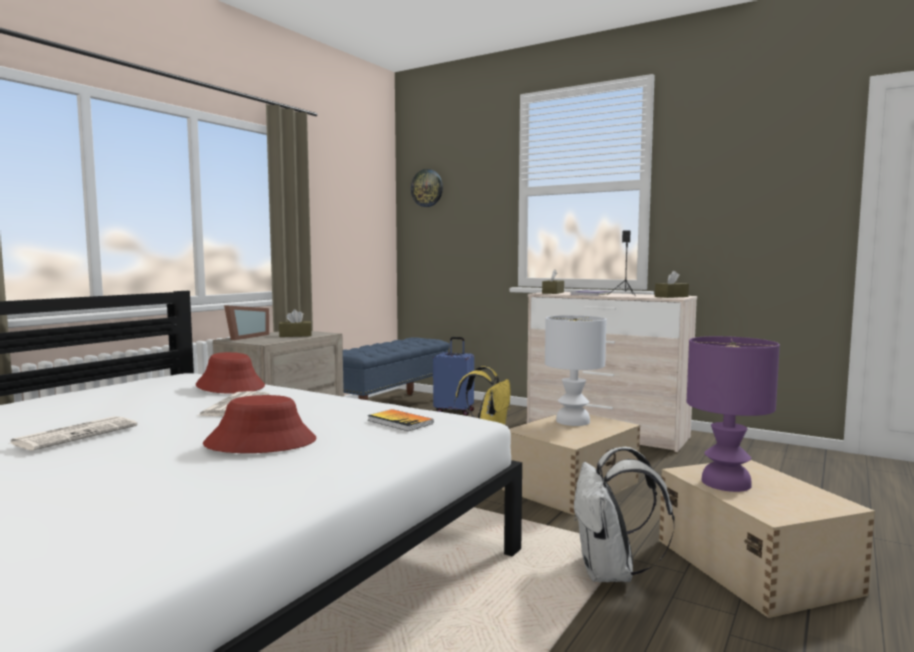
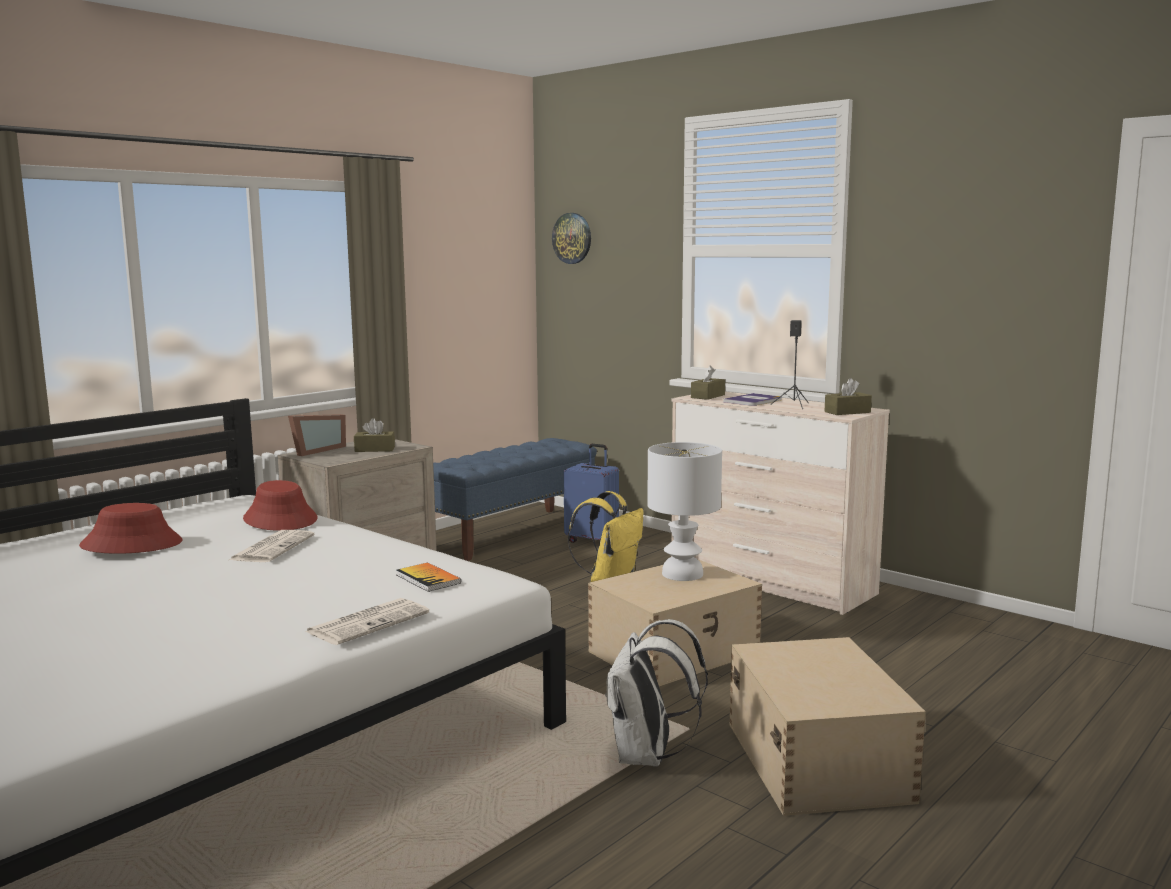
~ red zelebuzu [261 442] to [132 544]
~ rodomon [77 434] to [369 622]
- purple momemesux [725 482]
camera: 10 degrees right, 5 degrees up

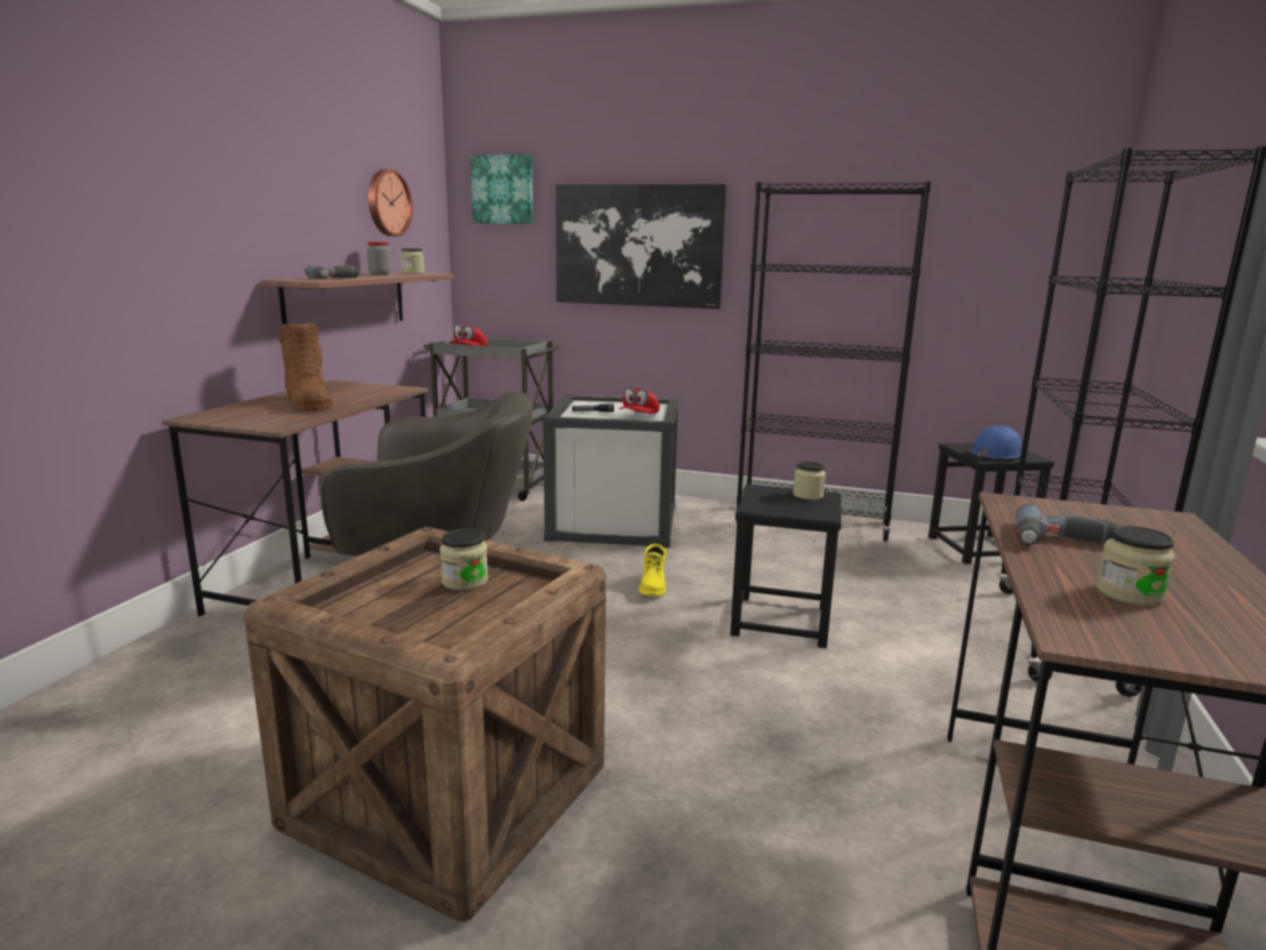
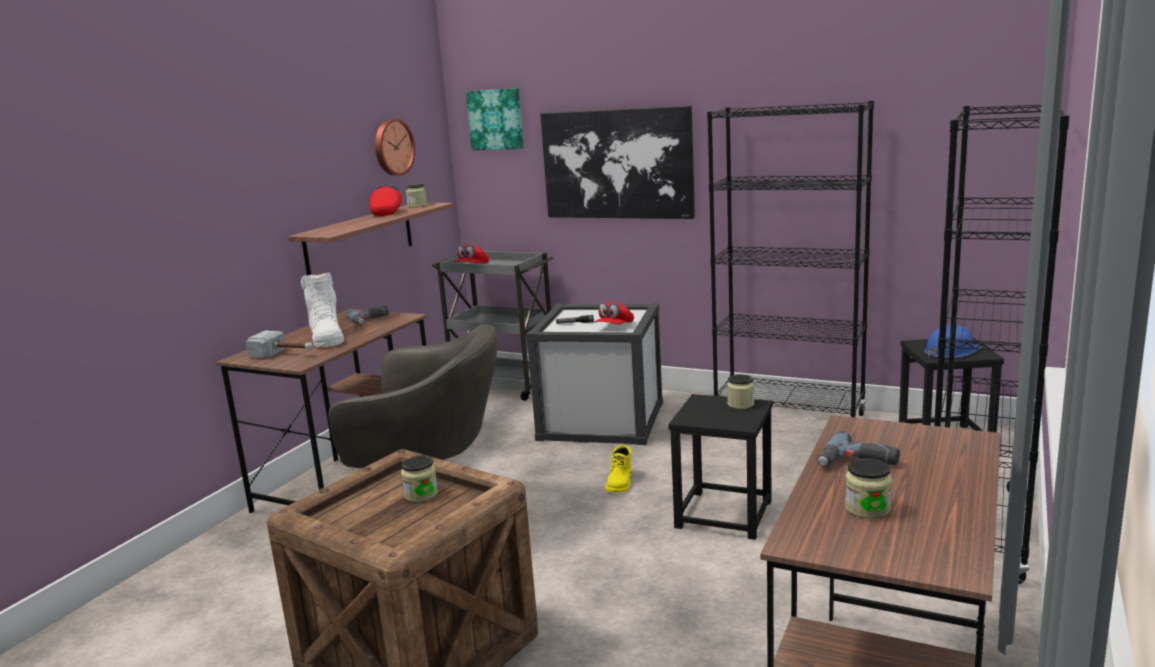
+ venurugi [284 354]
~ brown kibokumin [308 403] to white kibokumin [326 337]
~ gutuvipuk [336 278] to [371 320]
~ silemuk [380 274] to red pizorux [387 212]
camera: 10 degrees right, 0 degrees up

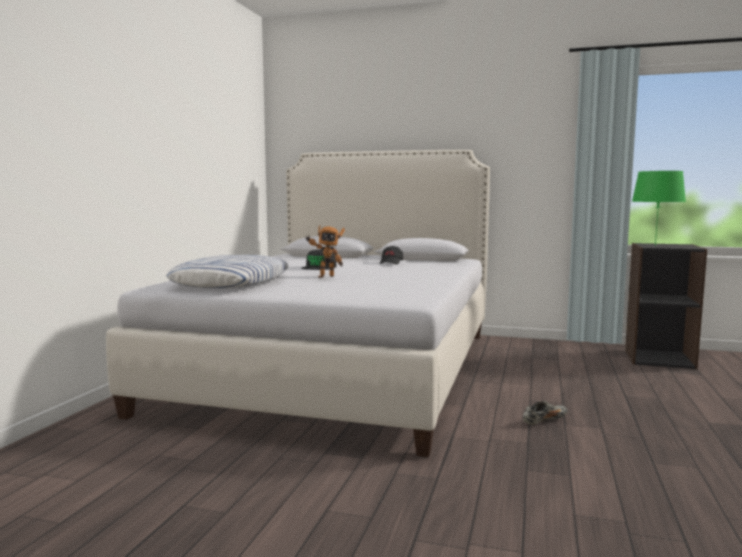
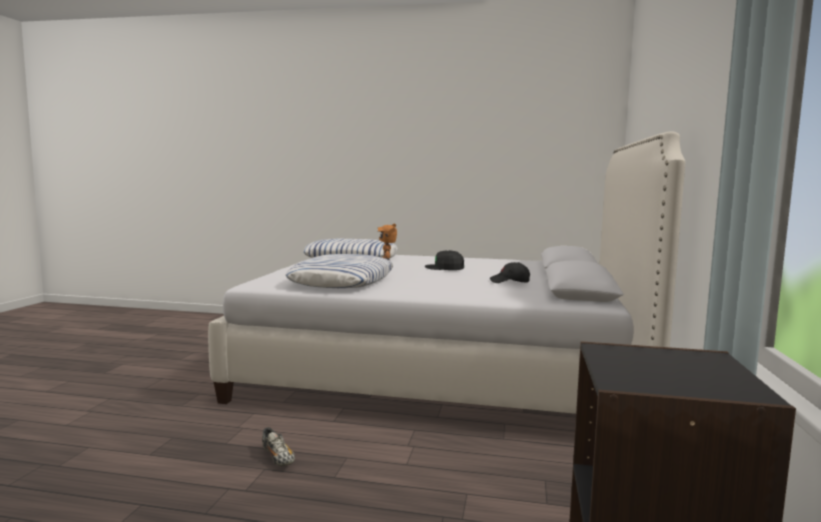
+ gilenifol [342 281]
- green momemesux [655 245]
camera: 85 degrees right, 0 degrees up

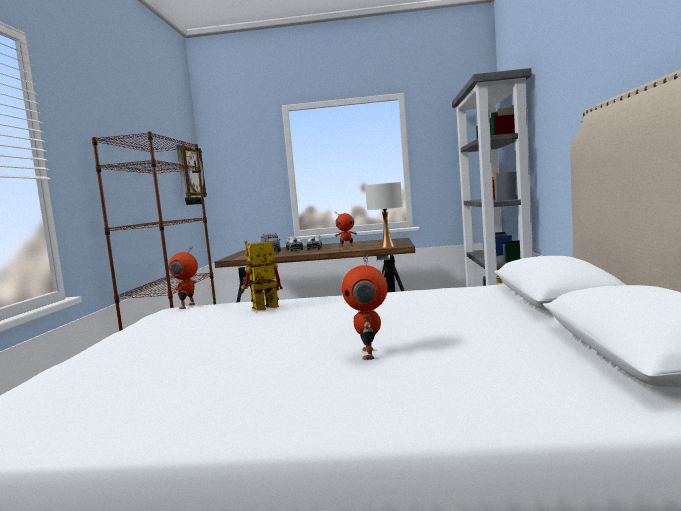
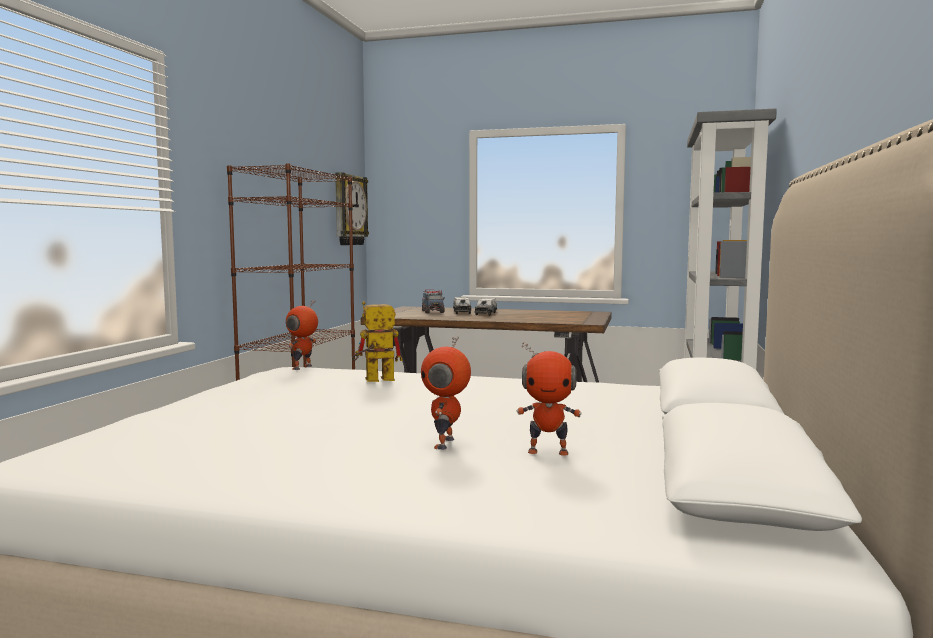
~ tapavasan [347 248] to [548 451]
- white momemesux [387 246]
camera: 10 degrees right, 0 degrees up

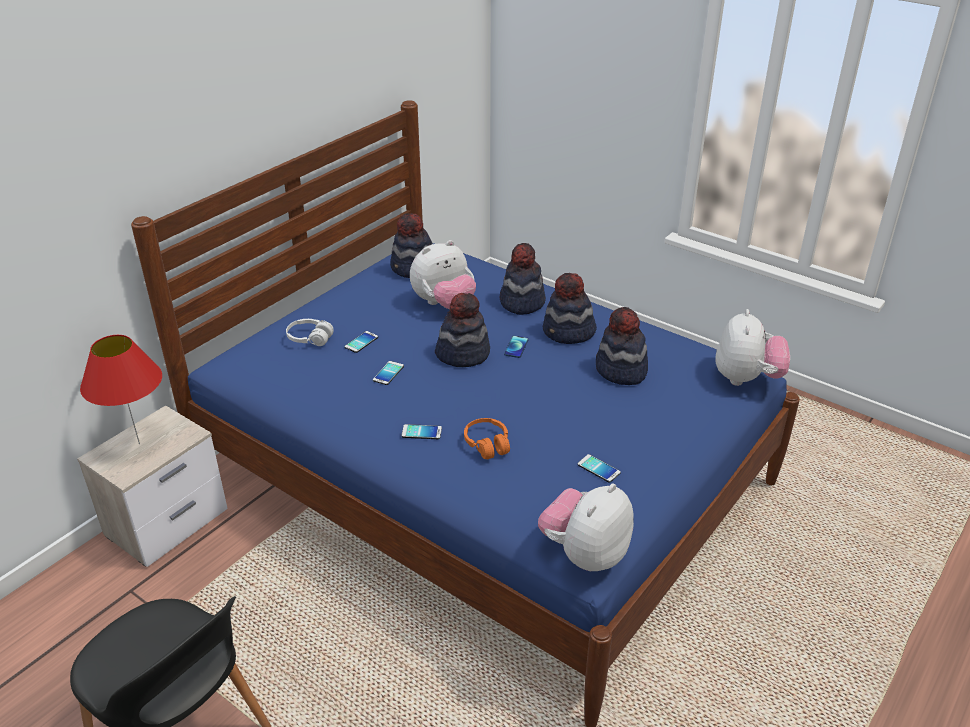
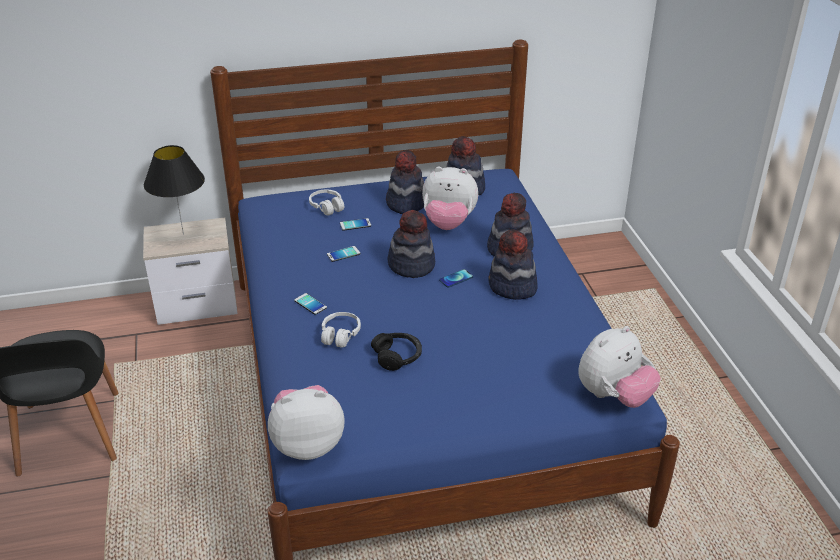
~ red momemesux [139 444] to black momemesux [183 234]
~ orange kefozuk [487 444] to white kefozuk [340 335]
+ black kefozuk [397 356]
~ zelebuzu [620 370] to [406 203]
- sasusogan [598 469]
camera: 40 degrees right, 0 degrees up

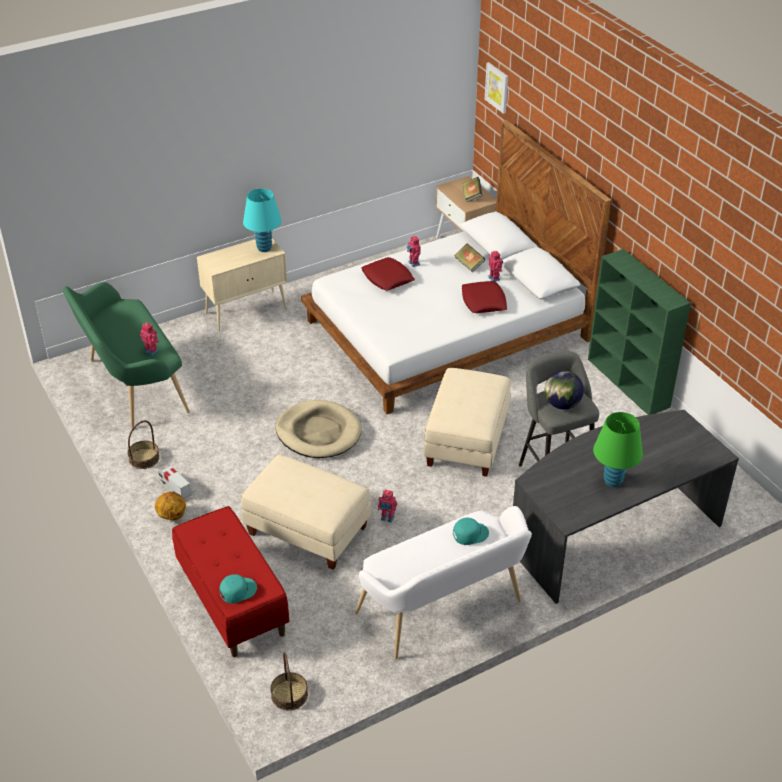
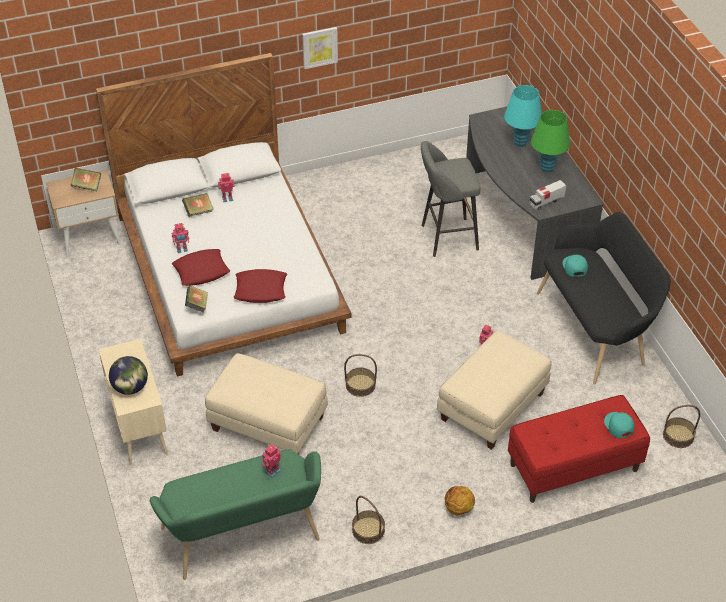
~ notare [562 404] to [130 388]
+ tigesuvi [197 305]
~ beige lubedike [466 440] to [267 424]
~ red gilenifol [483 301] to [260 290]
~ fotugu [497 87] to [319 47]
~ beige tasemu [318 432] to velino [360 385]
~ turquoise momemesux [264 248] to [520 142]
~ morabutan [175 487] to [546 201]
~ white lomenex [444 611] to black lomenex [596 329]
- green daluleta [629 383]
camera: 80 degrees left, 5 degrees up

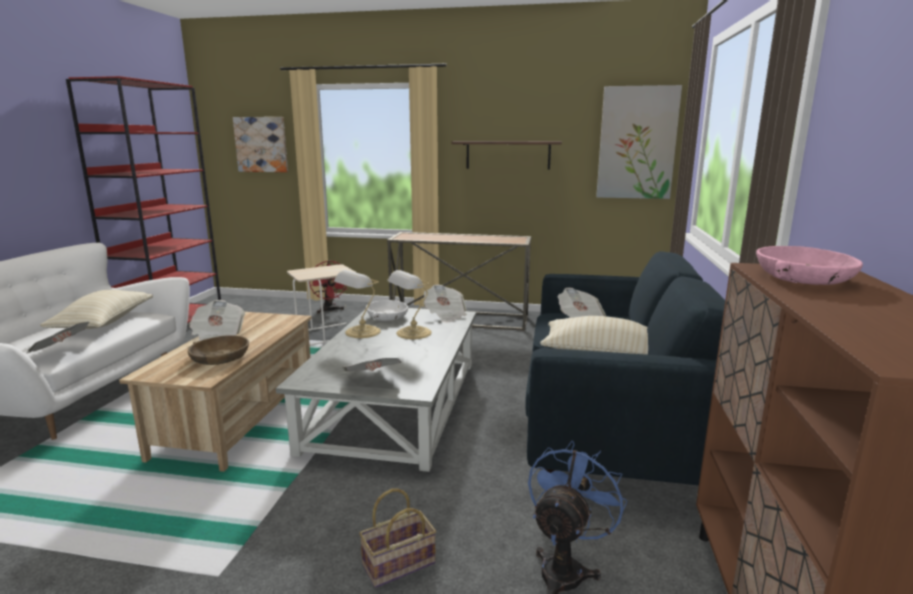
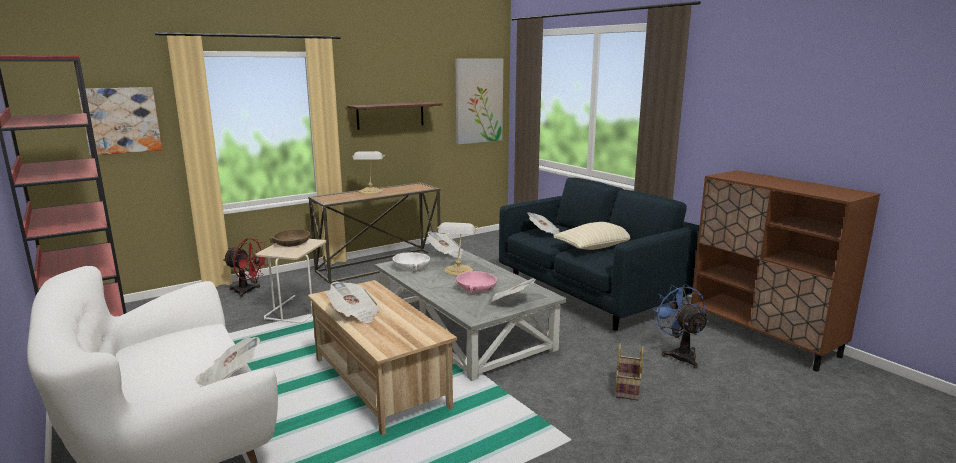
~ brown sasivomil [219 358] to [292 243]
~ momemesux [361 332] to [370 191]
~ pink sasivomil [803 278] to [476 288]
- beige gilenifol [104 323]
camera: 45 degrees left, 0 degrees up

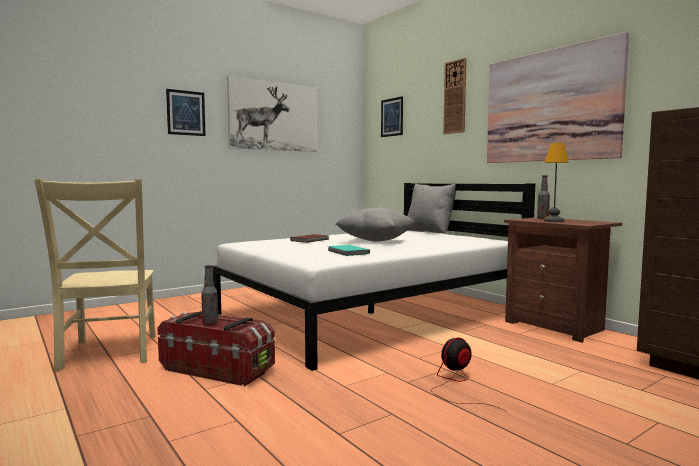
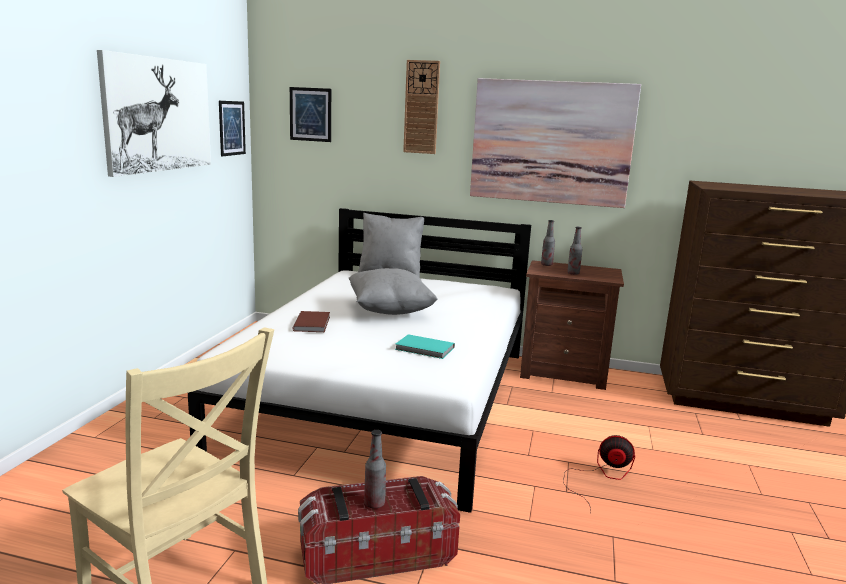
~ fotugu [186 113] to [232 128]
~ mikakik [457 383] = [600 477] 90 degrees clockwise
~ momemesux [553 221] to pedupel [573 273]
camera: 40 degrees left, 10 degrees up

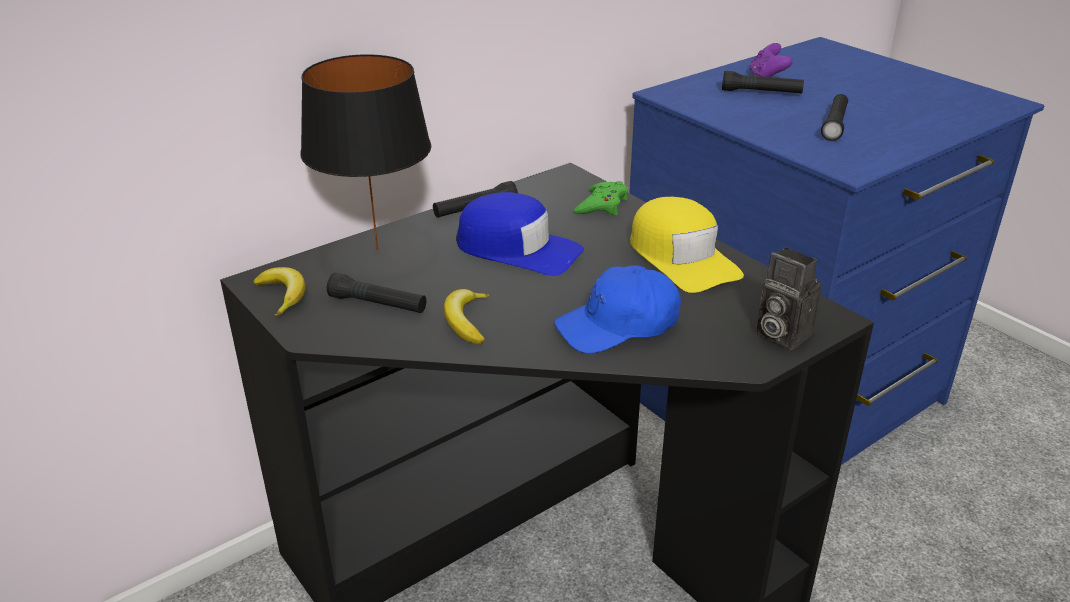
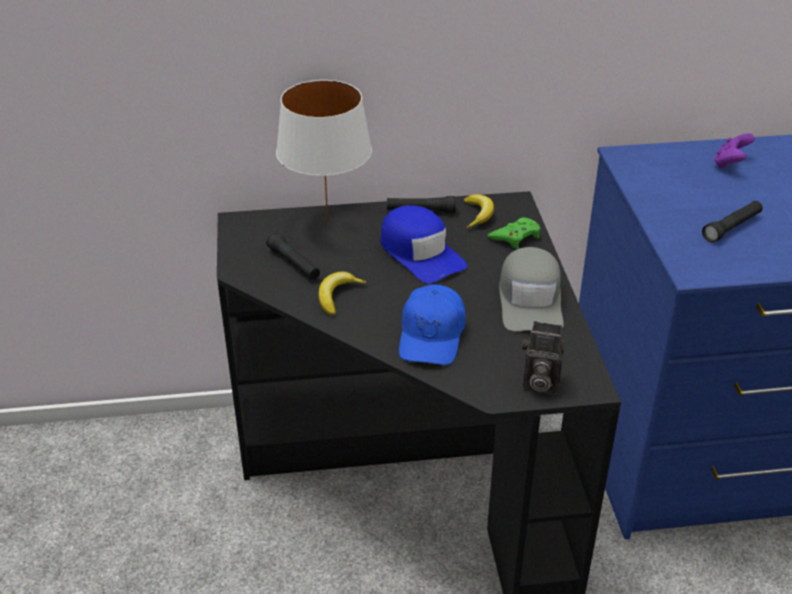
~ black momemesux [376 251] to white momemesux [326 223]
~ blue pizorux [618 326] = [432 335] 90 degrees counterclockwise
~ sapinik [283 295] to [478 215]
~ yellow pizorux [682 258] to grey pizorux [530 300]
~ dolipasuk [779 334] = [538 383] 60 degrees counterclockwise
- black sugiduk [761 92]
camera: 30 degrees right, 5 degrees up

